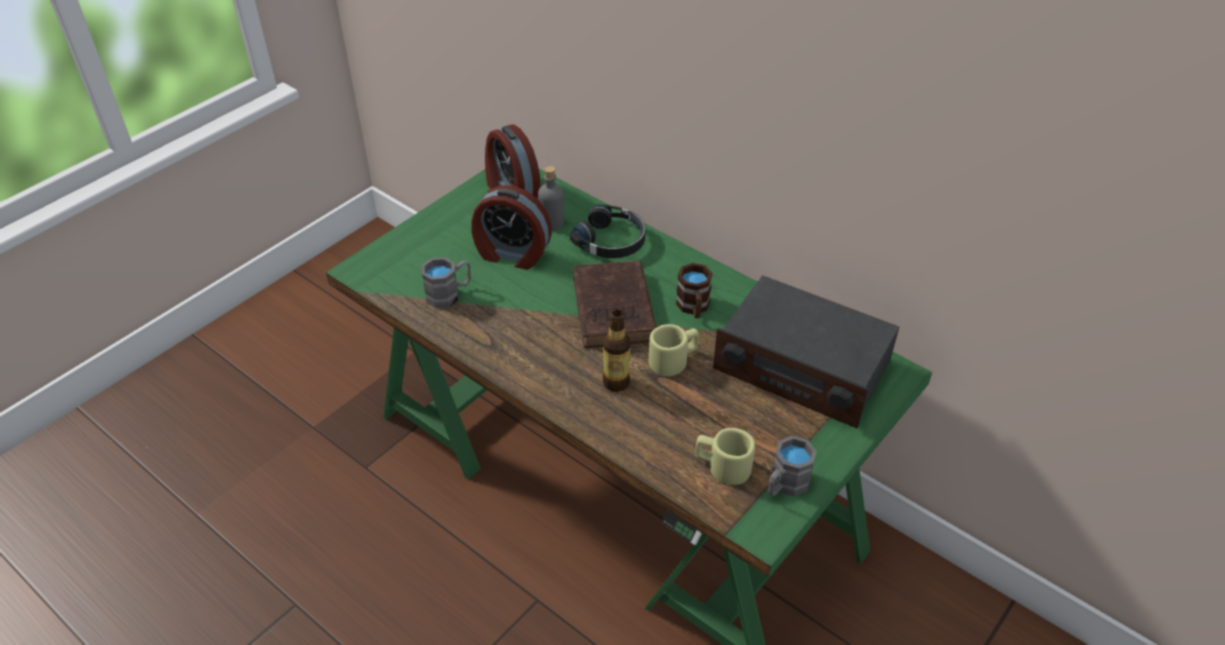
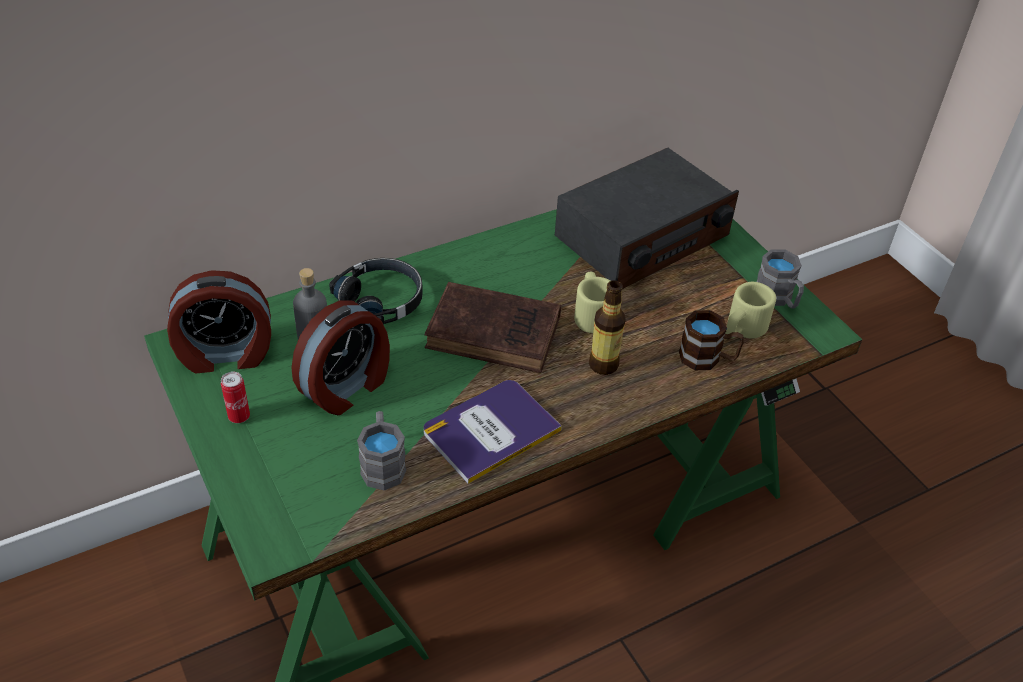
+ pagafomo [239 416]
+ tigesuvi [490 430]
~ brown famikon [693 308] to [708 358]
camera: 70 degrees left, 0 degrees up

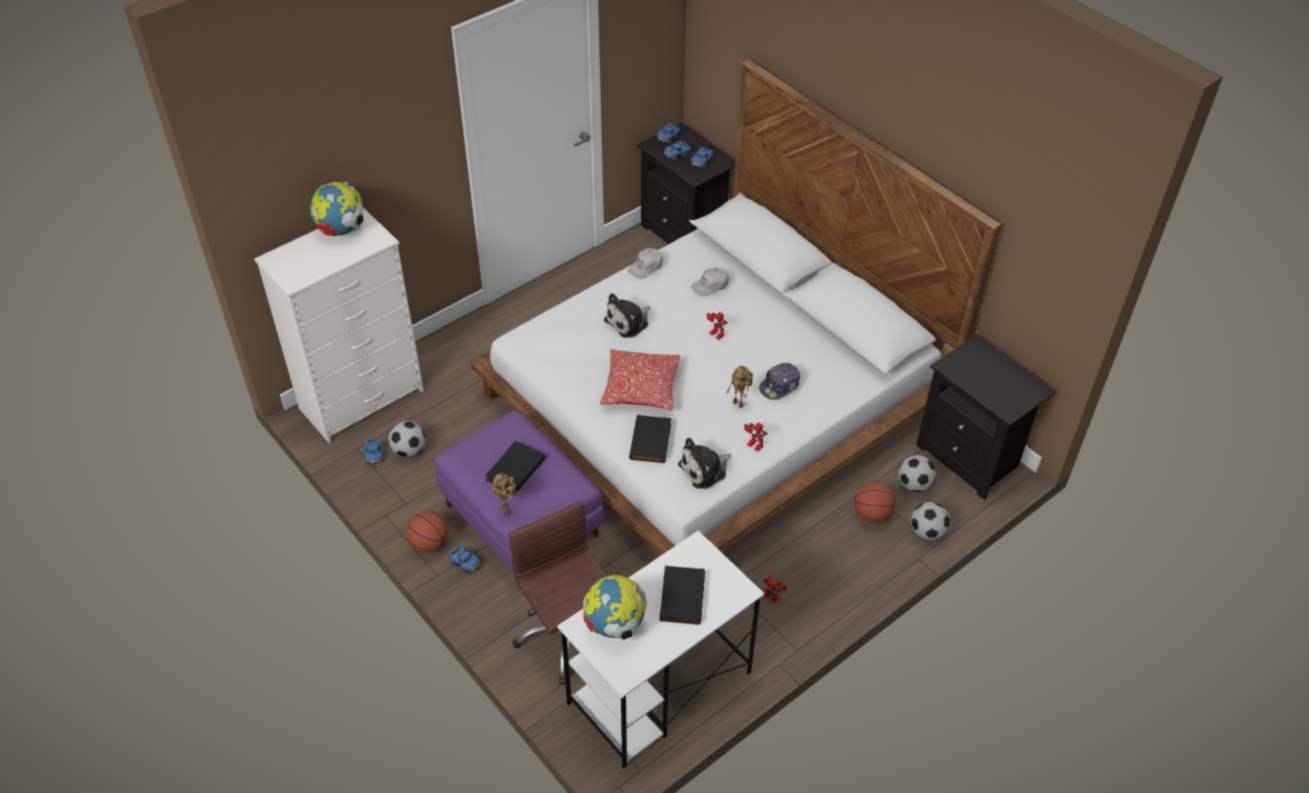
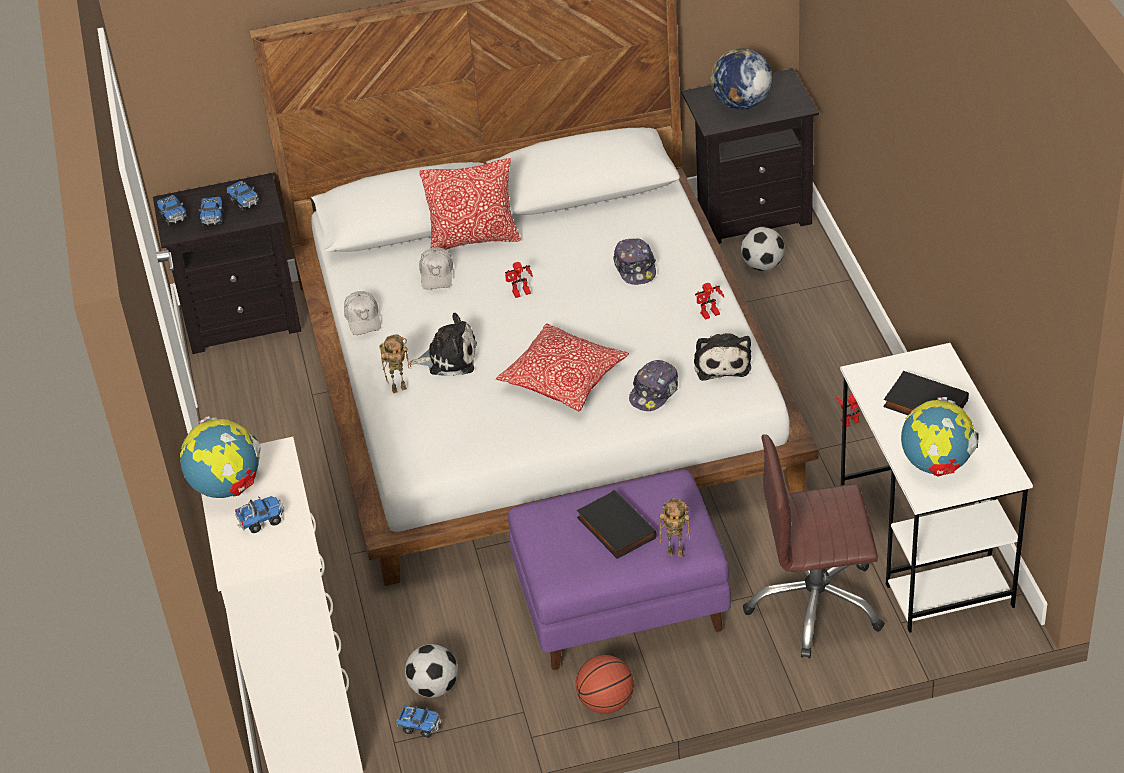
~ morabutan [465 563] to [261 521]
~ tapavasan [739 404] to [399 388]
~ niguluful [629 322] = [449 358] 75 degrees counterclockwise
+ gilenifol [474 239]
~ black tigesuvi [652 442] to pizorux [654 392]
+ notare [741 104]
- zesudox [872 515]
- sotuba [927 532]
camera: 60 degrees left, 5 degrees down

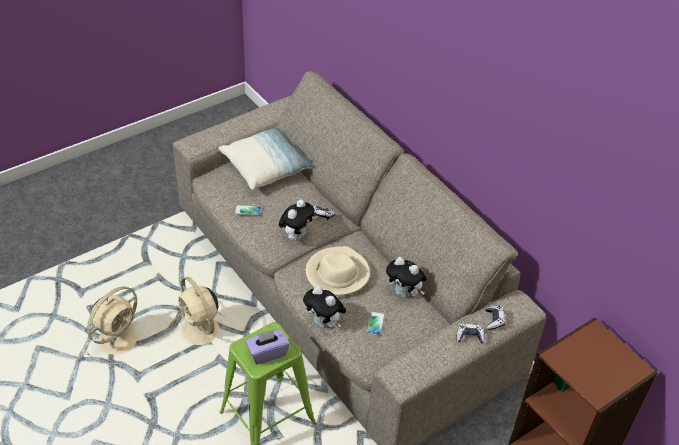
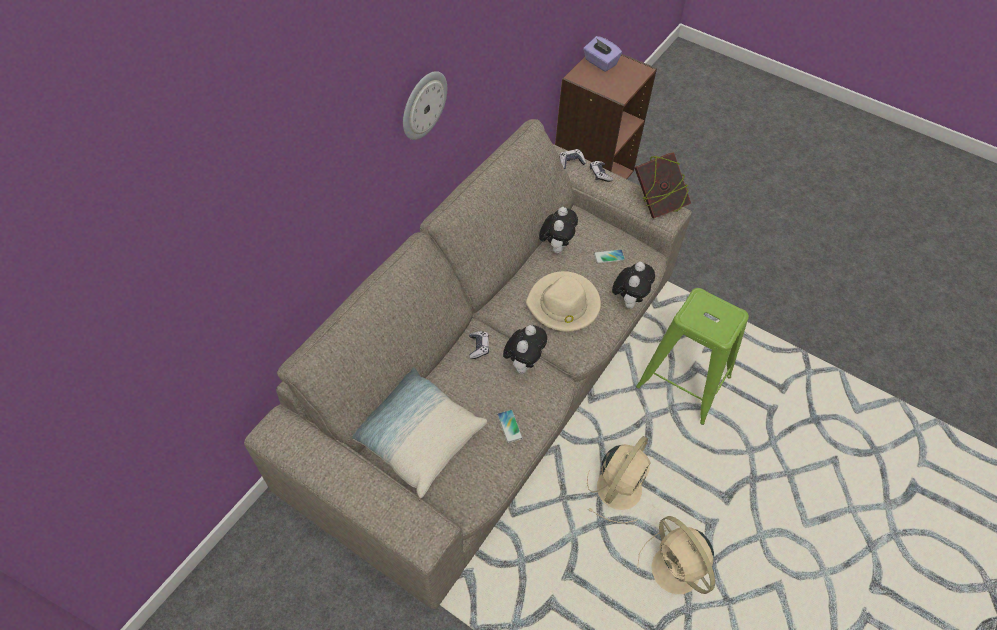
+ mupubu [423 105]
~ niguluful [296 235] = [523 363] 105 degrees clockwise
~ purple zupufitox [267 353] to [600 63]
+ tigesuvi [657 204]
~ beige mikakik [119 338] = [676 572] 135 degrees counterclockwise
camera: 110 degrees left, 10 degrees up

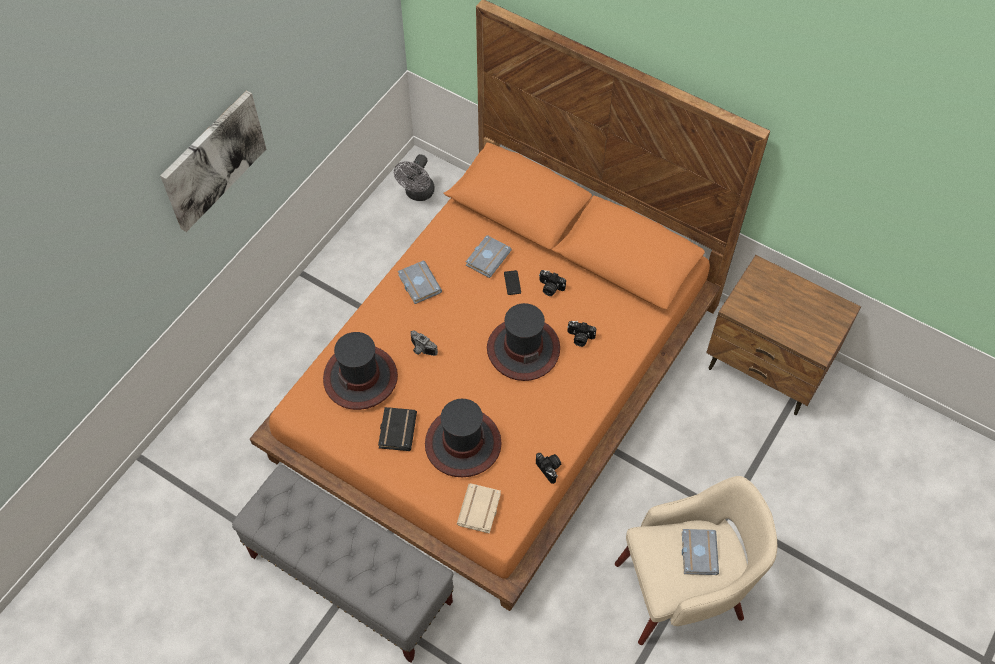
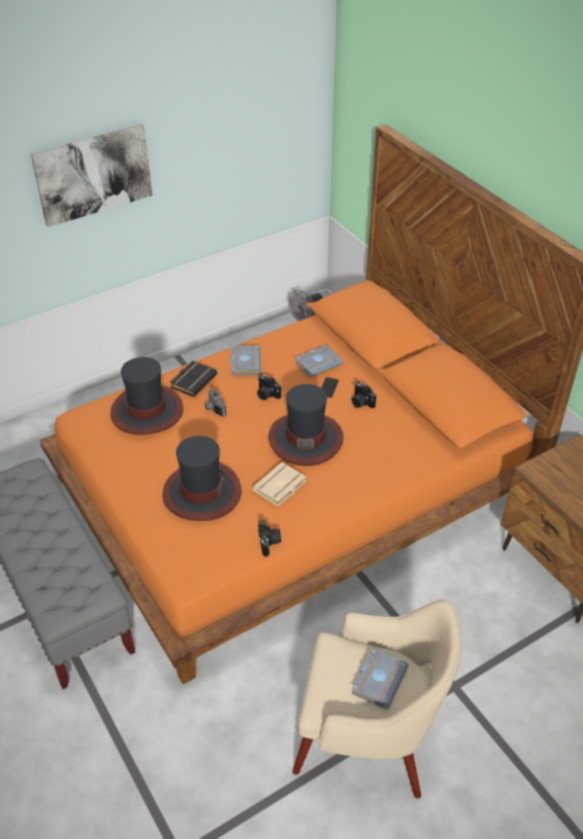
~ black tigesuvi [396 430] to [193 380]
~ beige tigesuvi [480 511] to [280 488]
~ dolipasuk [580 338] to [266 394]
camera: 25 degrees right, 15 degrees down

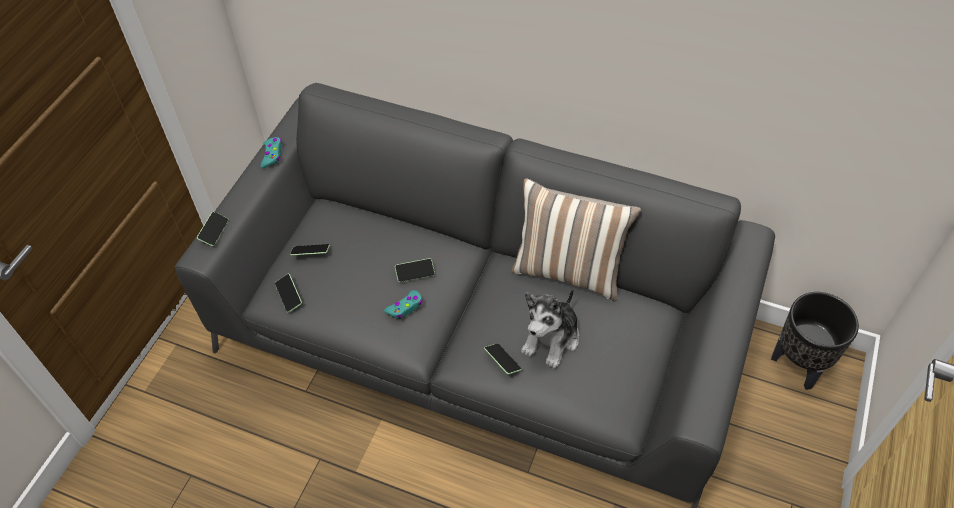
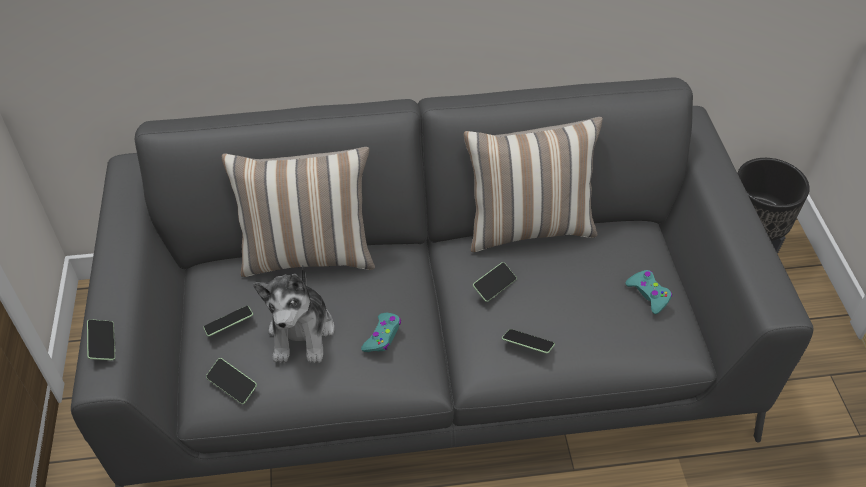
+ gilenifol [308 254]
~ niguluful [551 338] to [302 332]
~ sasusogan [415 273] to [494 286]
~ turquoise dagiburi [272 155] to [648 294]
camera: 30 degrees left, 5 degrees down

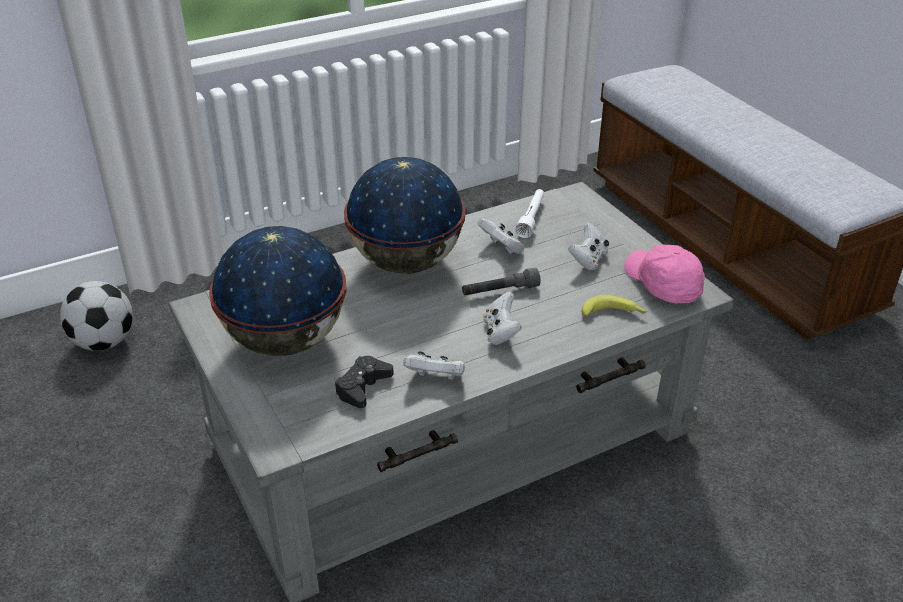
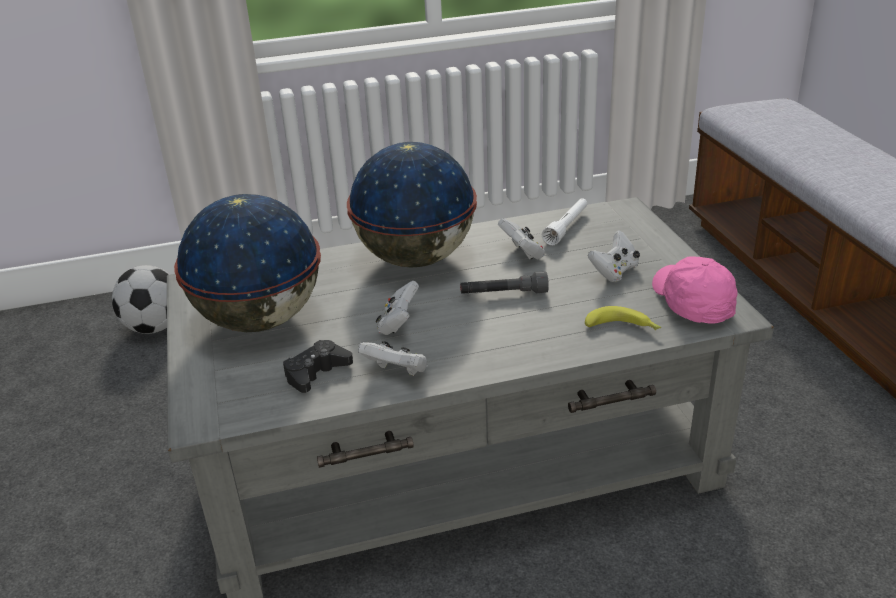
~ white dagiburi [500 332] to [398 324]
camera: 15 degrees right, 5 degrees down

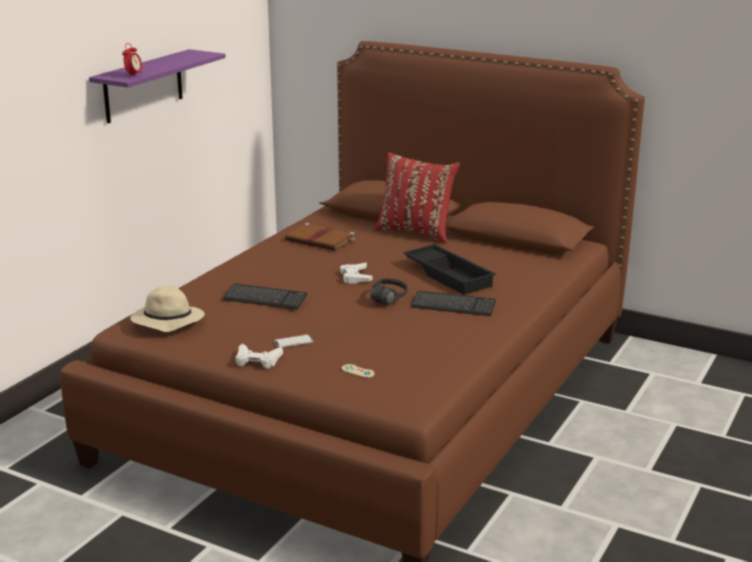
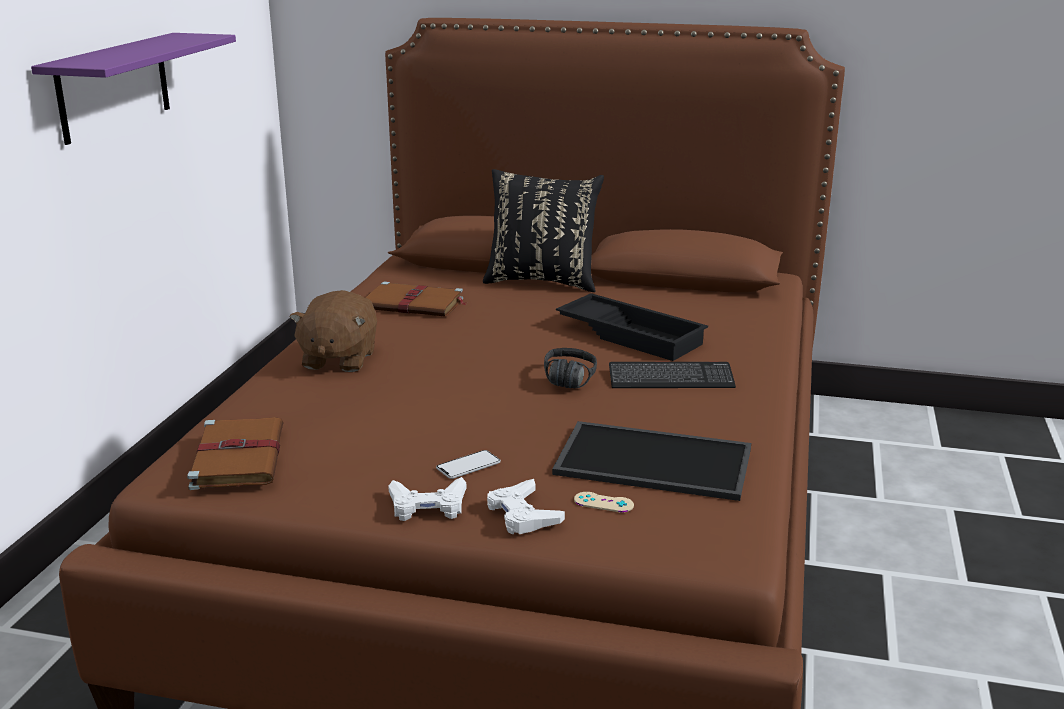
~ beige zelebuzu [166 321] to brown tigesuvi [238 456]
+ brown niguluful [338 359]
~ red gilenifol [416 232] to black gilenifol [543 281]
~ white dagiburi [355 277] to [522 514]
+ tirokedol [651 462]
- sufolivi [133 75]
- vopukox [265 298]
camera: 15 degrees left, 0 degrees up

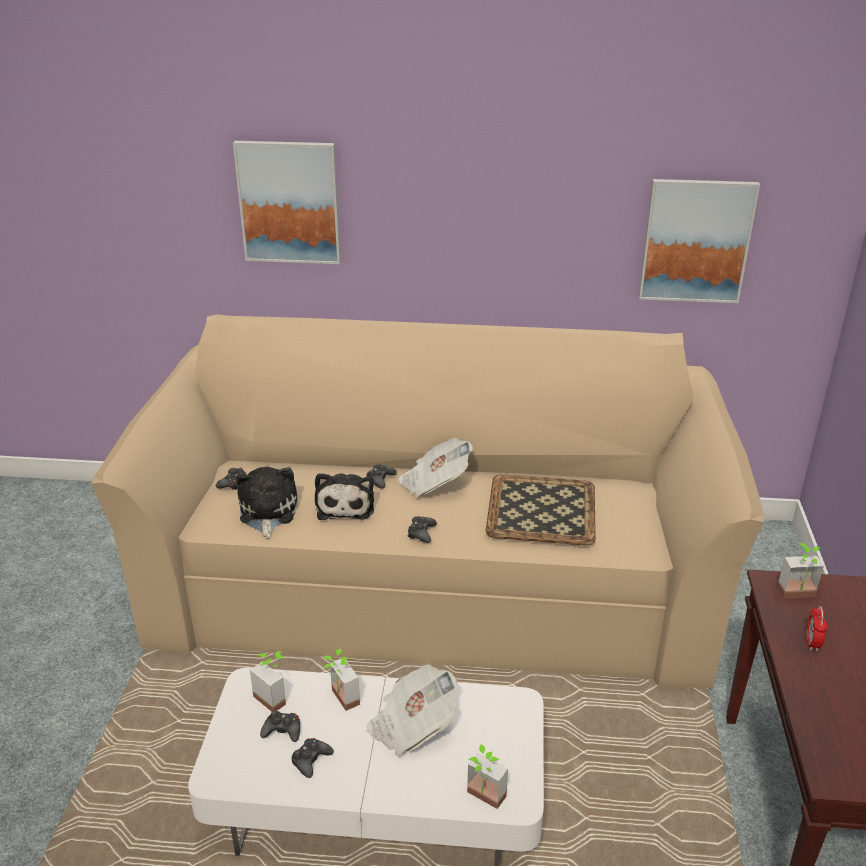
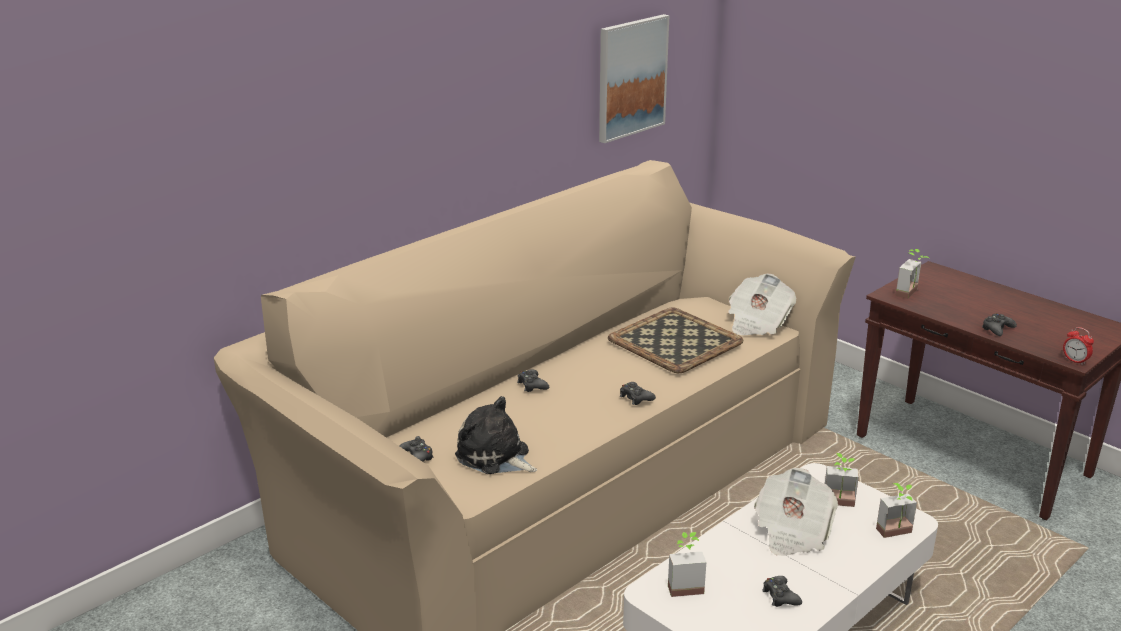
~ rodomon [434 483] to [757 323]
~ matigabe [339 700] to [839 504]
~ black dagiburi [282 730] to [997 329]
~ sufolivi [812 643] to [1075 361]
- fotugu [289 202]
- niguluful [345 505]
camera: 50 degrees left, 5 degrees down

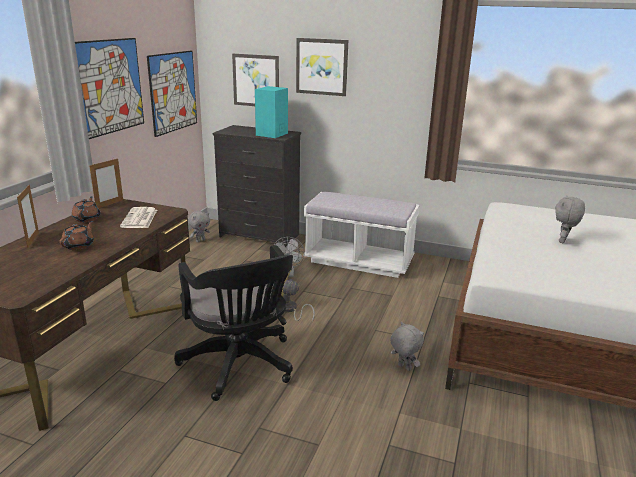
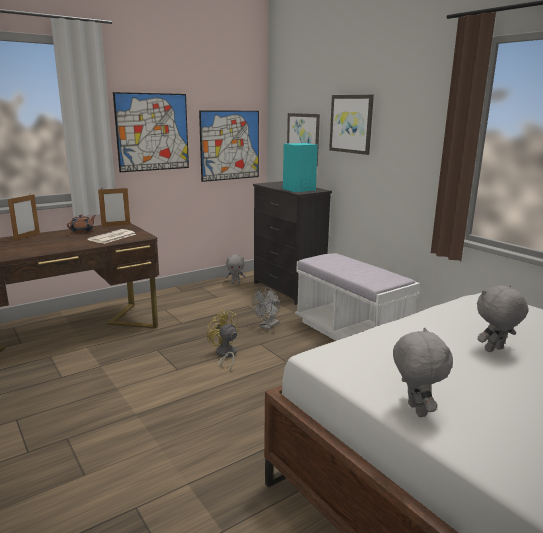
~ grey niguluful [403 367] to [415 410]
- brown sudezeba [79 246]
- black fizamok [240 366]
camera: 35 degrees right, 5 degrees down

